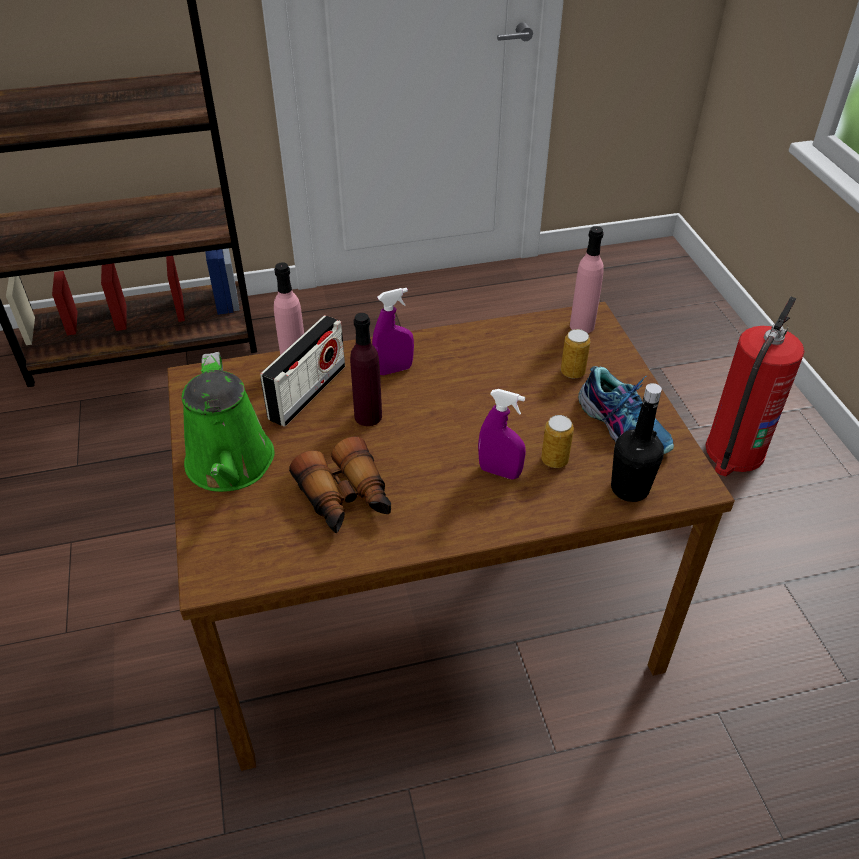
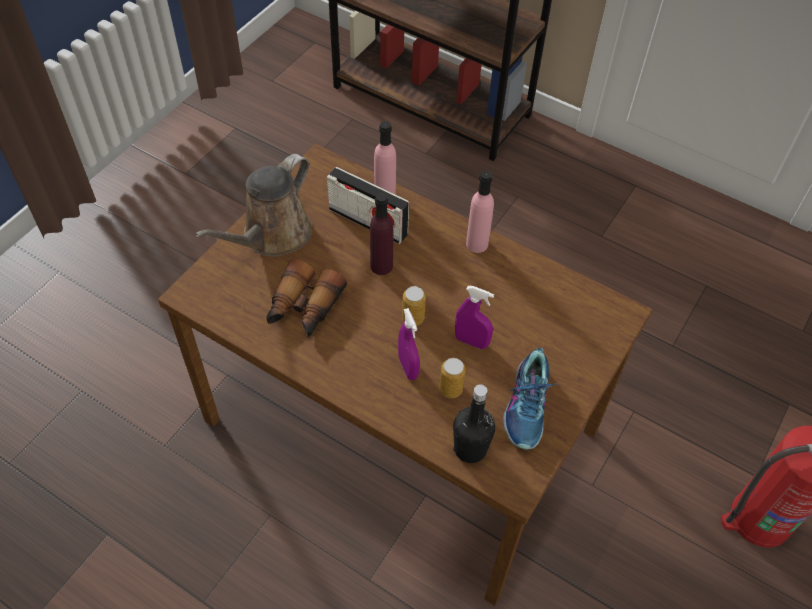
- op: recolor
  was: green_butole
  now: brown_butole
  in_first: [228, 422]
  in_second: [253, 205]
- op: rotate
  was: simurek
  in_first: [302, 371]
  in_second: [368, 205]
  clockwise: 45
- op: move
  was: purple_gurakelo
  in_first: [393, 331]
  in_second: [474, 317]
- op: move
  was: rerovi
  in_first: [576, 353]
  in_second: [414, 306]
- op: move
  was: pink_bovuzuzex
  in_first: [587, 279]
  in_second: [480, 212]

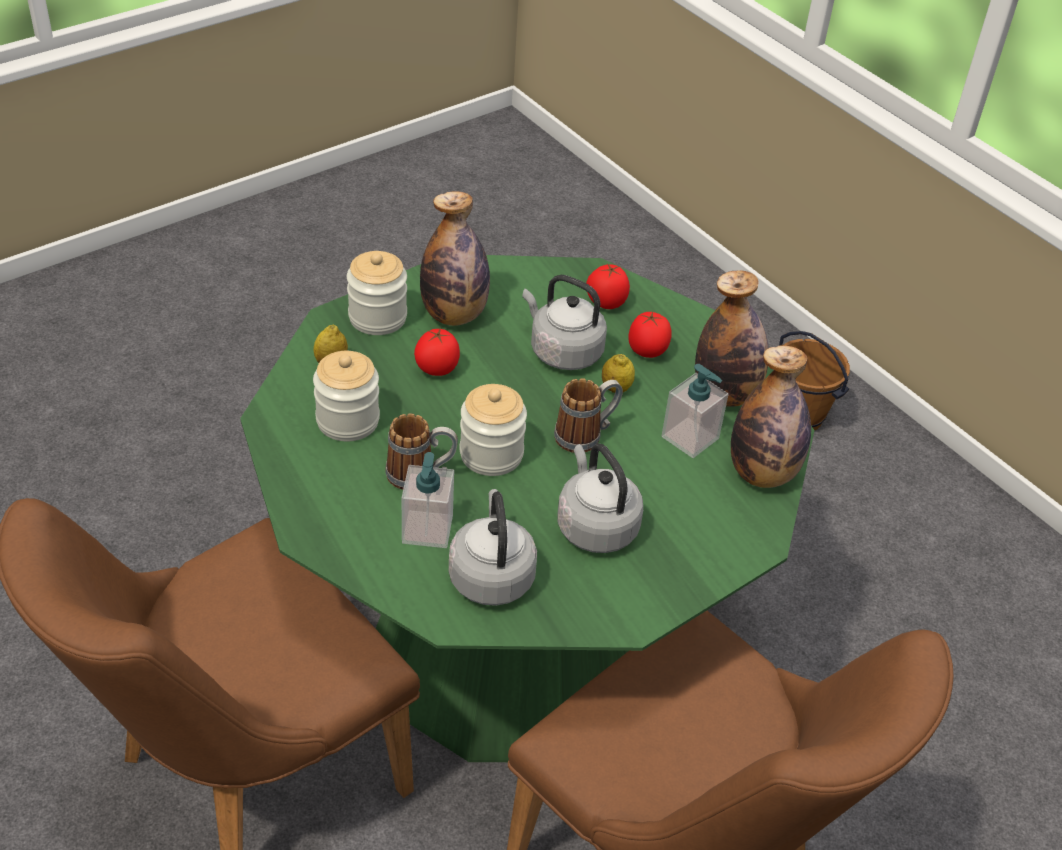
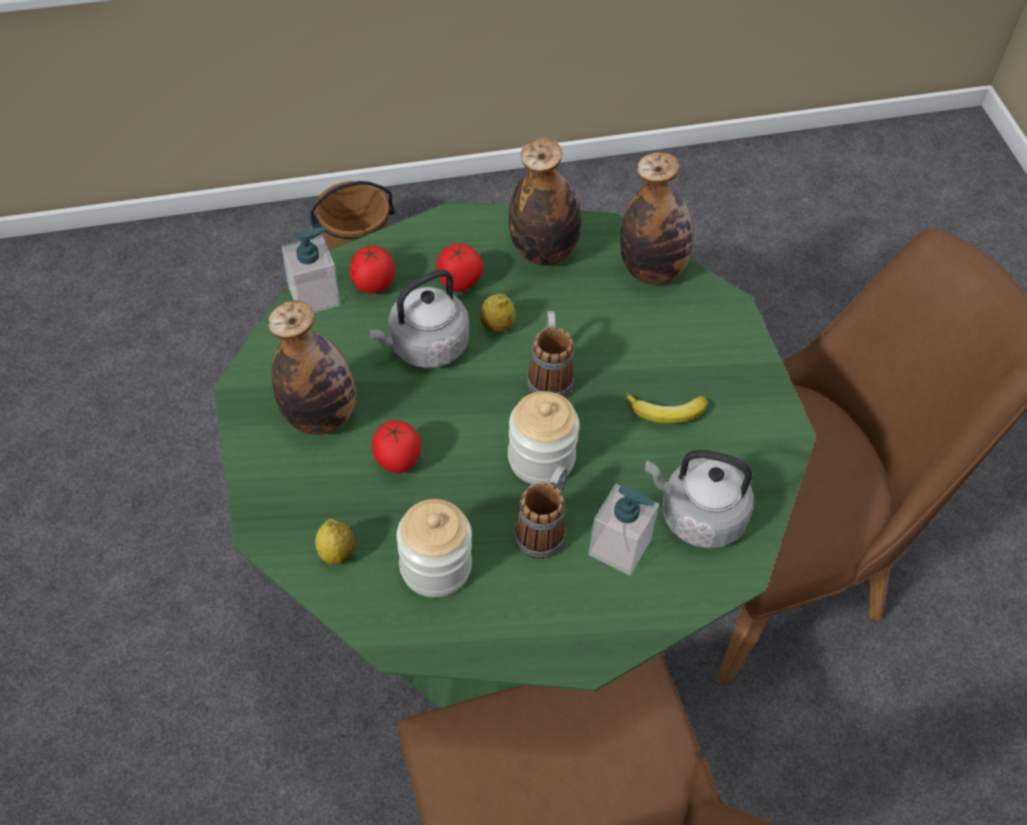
- op: delete
  was: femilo
  in_first: [377, 293]
- op: replace
  was: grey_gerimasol
  now: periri
  in_first: [600, 498]
  in_second: [666, 408]
- op: move
  was: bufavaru
  in_first: [695, 411]
  in_second: [311, 270]

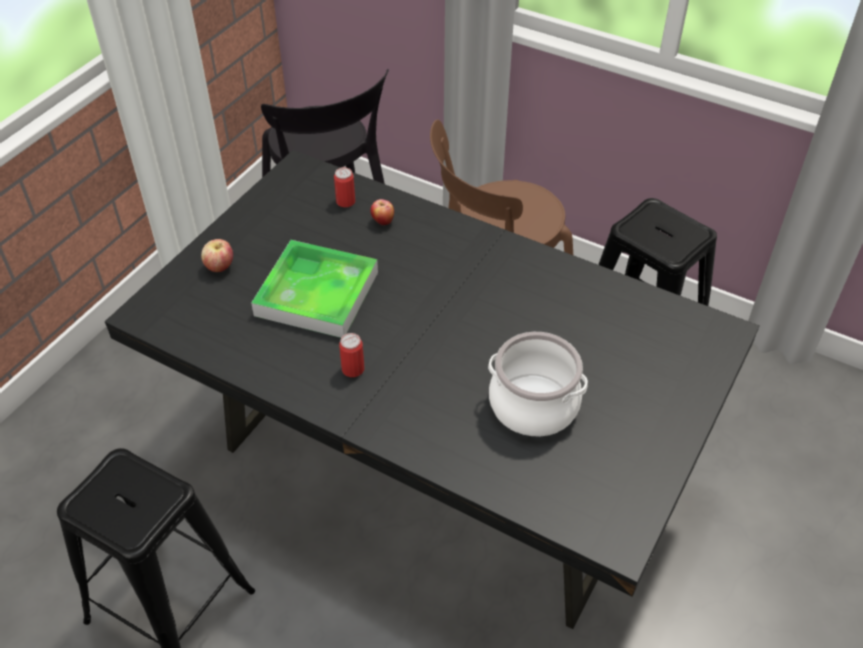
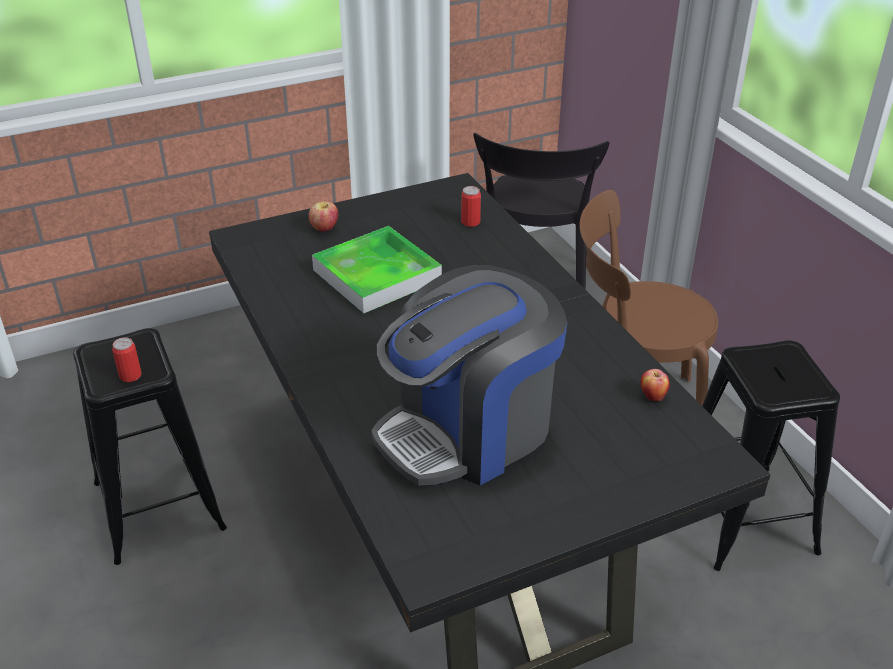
- op: move
  was: rerovi
  in_first: [351, 355]
  in_second: [127, 359]
- op: move
  was: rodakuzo
  in_first: [382, 212]
  in_second: [655, 385]
- op: replace
  was: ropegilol
  now: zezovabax
  in_first: [538, 384]
  in_second: [469, 375]

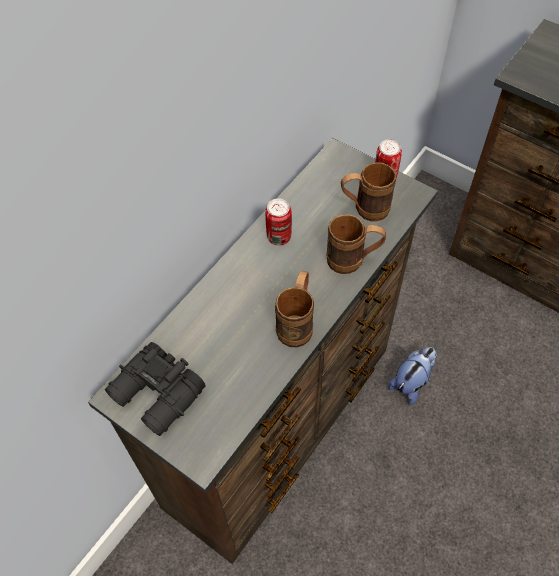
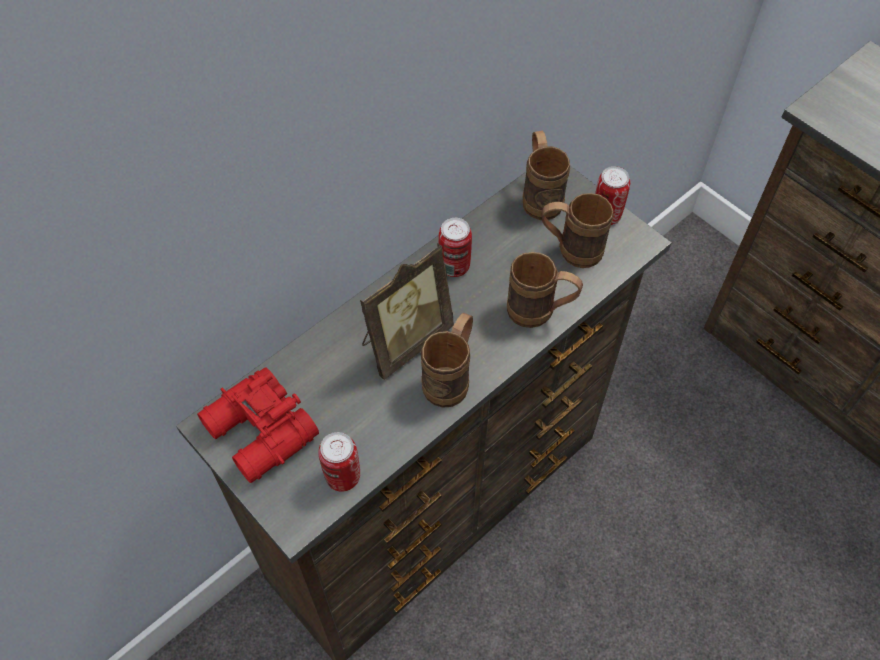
- op: recolor
  was: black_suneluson
  now: red_suneluson
  in_first: [155, 389]
  in_second: [258, 425]
- op: delete
  was: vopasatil
  in_first: [412, 376]
- op: insert
  now: rerovi
  in_second: [339, 462]
- op: insert
  now: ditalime
  in_second: [407, 311]
- op: insert
  now: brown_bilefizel
  in_second: [546, 175]

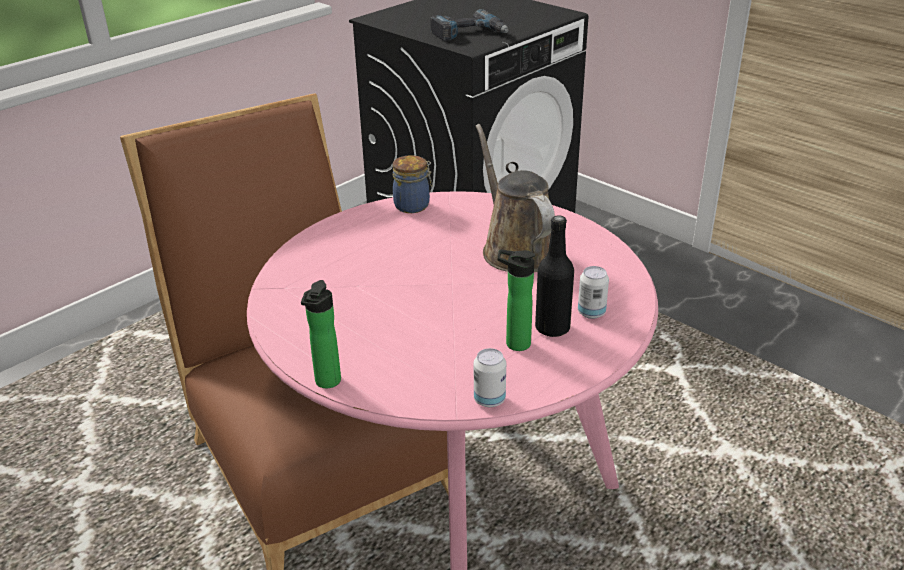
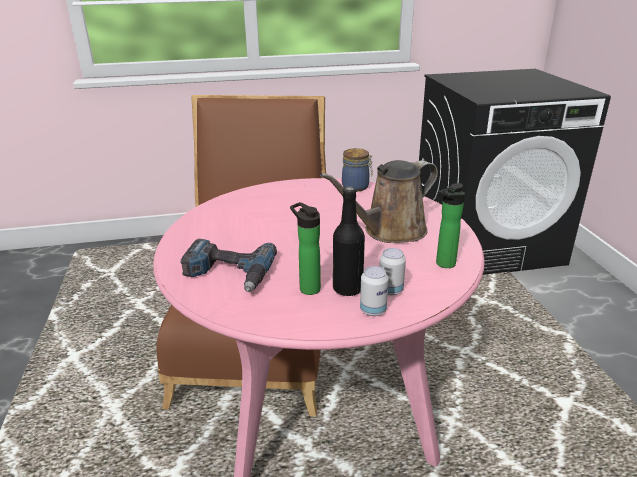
- op: move
  was: bovuzuzex
  in_first: [321, 334]
  in_second: [450, 225]
- op: move
  was: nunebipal
  in_first: [469, 25]
  in_second: [228, 265]
- op: move
  was: rerovi
  in_first: [490, 377]
  in_second: [374, 291]
- op: rotate
  was: brown_butole
  in_first: [515, 198]
  in_second: [379, 201]
  clockwise: -135

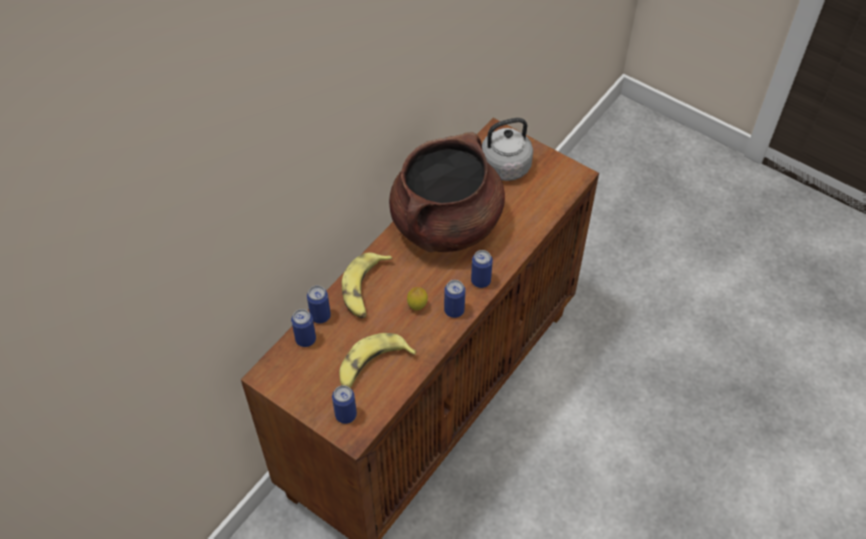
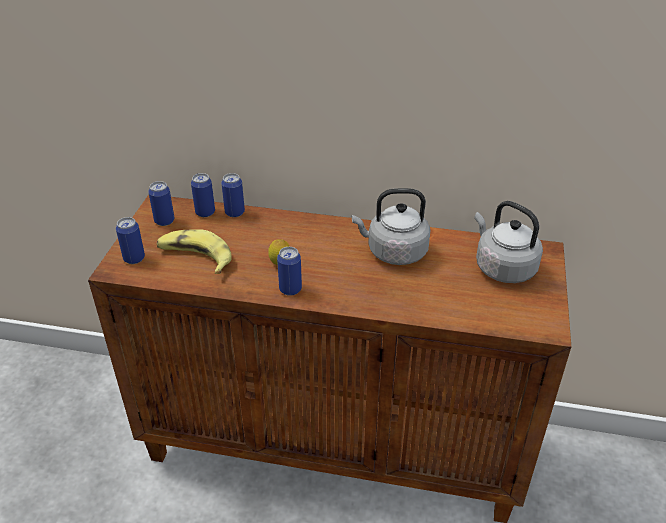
- op: delete
  was: periri
  in_first: [367, 285]
- op: replace
  was: brown_ropegilol
  now: grey_gerimasol
  in_first: [447, 192]
  in_second: [391, 226]
- op: move
  was: rerovi
  in_first: [482, 269]
  in_second: [161, 203]

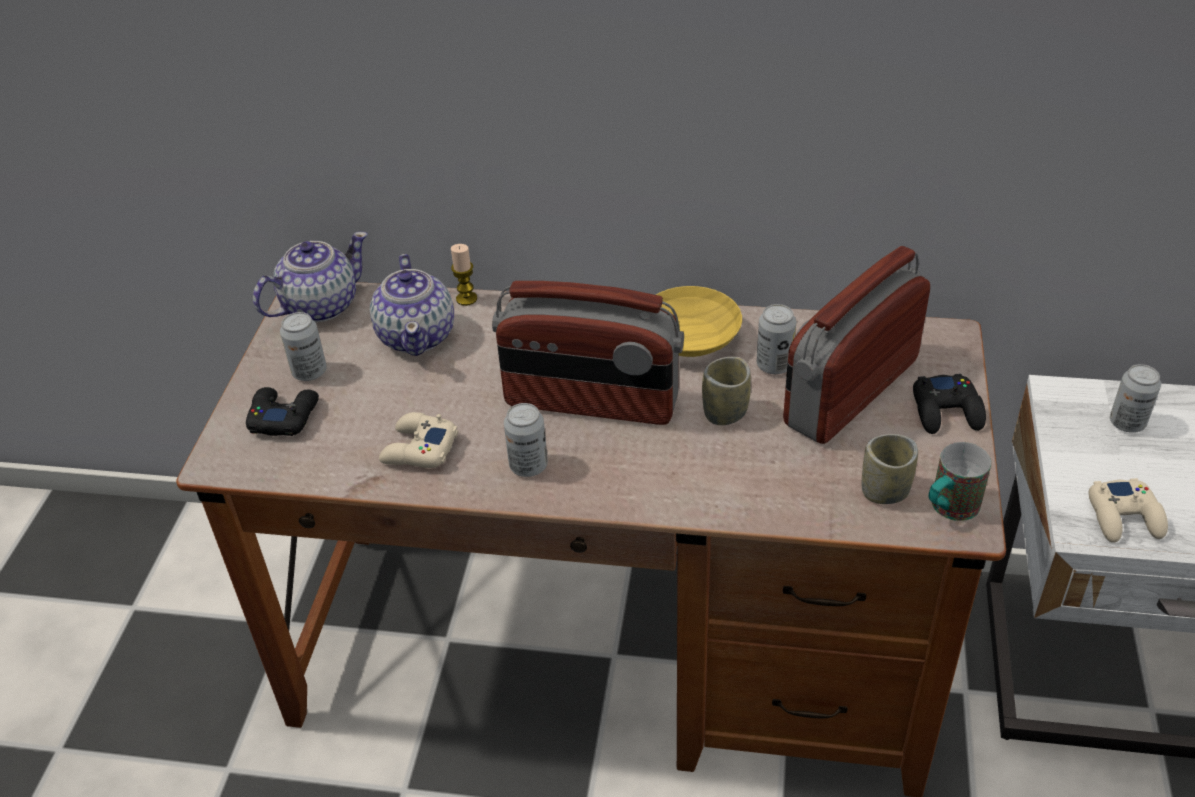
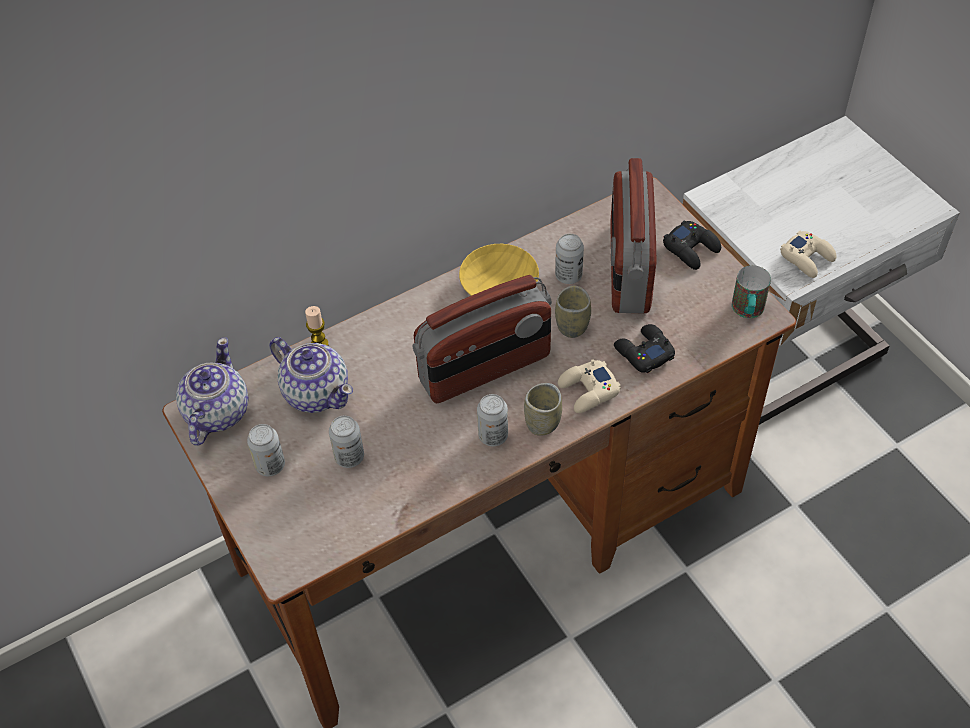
- op: move
  was: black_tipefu
  in_first: [282, 411]
  in_second: [644, 348]
- op: move
  was: beige_tipefu
  in_first: [418, 440]
  in_second: [589, 386]
- op: move
  was: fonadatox
  in_first: [890, 469]
  in_second: [543, 409]
- op: move
  was: rerovi
  in_first: [1135, 398]
  in_second: [346, 442]

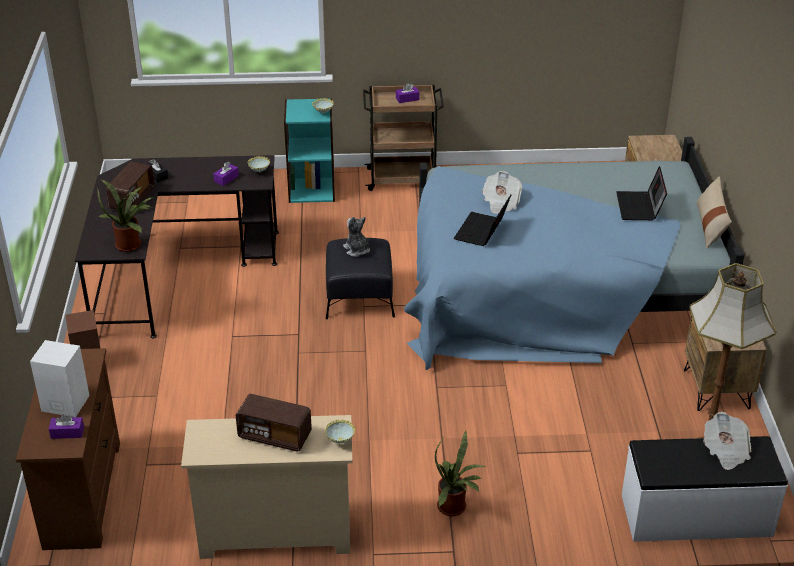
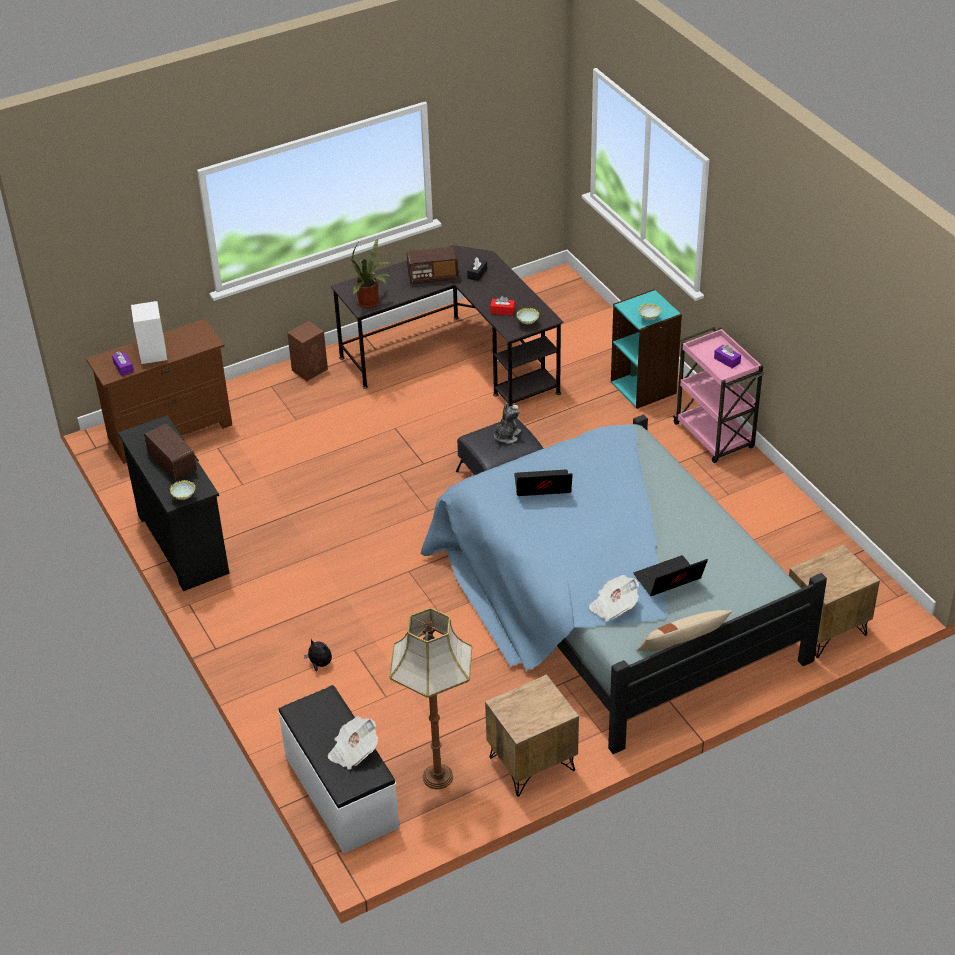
- op: recolor
  was: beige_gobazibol
  now: black_gobazibol
  in_first: [266, 487]
  in_second: [174, 503]
- op: recolor
  was: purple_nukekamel
  now: red_nukekamel
  in_first: [226, 174]
  in_second: [502, 305]
- op: rotate
  was: simurek
  in_first: [274, 422]
  in_second: [170, 452]
  clockwise: 150
- op: recolor
  was: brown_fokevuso
  now: pink_fokevuso
  in_first: [403, 138]
  in_second: [719, 395]
- op: delete
  was: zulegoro
  in_first: [461, 473]
- op: move
  was: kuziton
  in_first: [502, 192]
  in_second: [614, 598]
- op: insert
  now: vopasatil
  in_second: [318, 655]

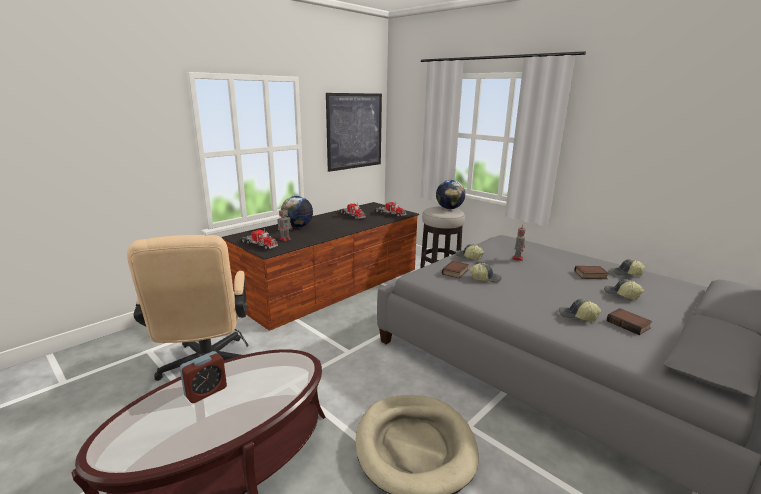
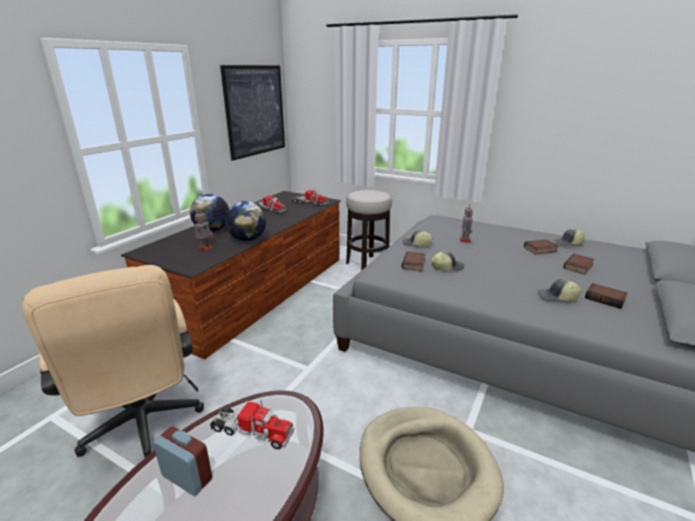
- op: rotate
  was: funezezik
  in_first: [203, 377]
  in_second: [182, 461]
  clockwise: -90
- op: move
  was: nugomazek
  in_first: [259, 239]
  in_second: [252, 424]
- op: move
  was: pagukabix
  in_first: [450, 194]
  in_second: [245, 221]
- op: replace
  was: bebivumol
  now: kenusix
  in_first: [624, 289]
  in_second: [579, 264]

